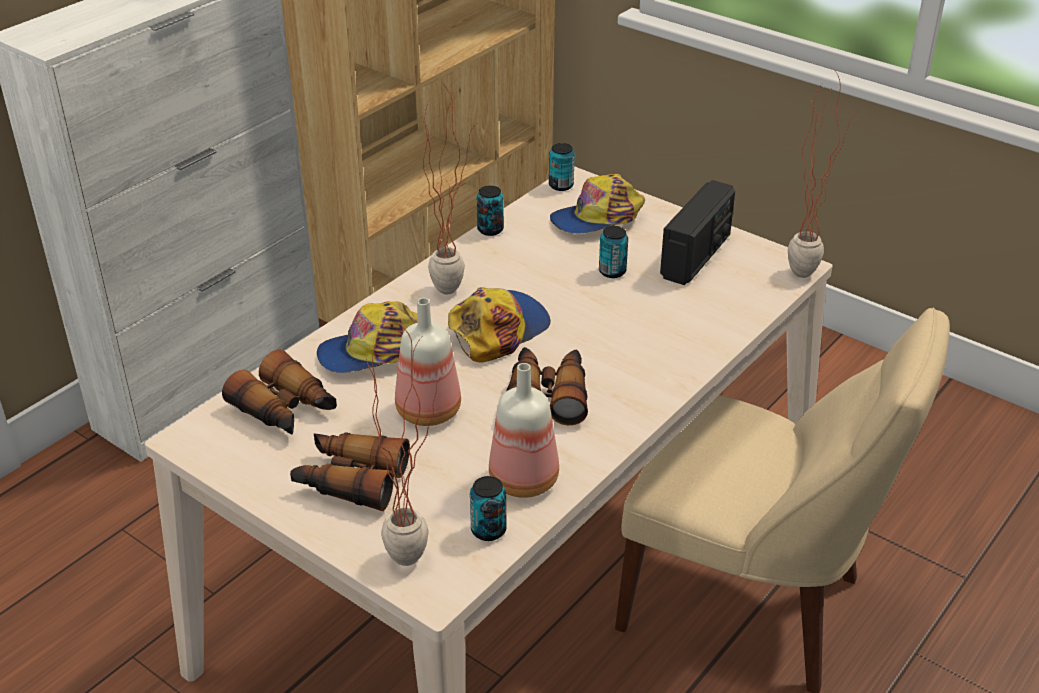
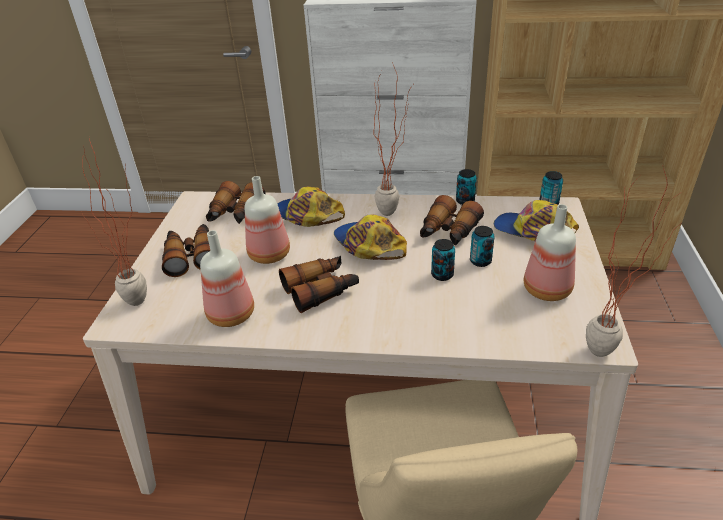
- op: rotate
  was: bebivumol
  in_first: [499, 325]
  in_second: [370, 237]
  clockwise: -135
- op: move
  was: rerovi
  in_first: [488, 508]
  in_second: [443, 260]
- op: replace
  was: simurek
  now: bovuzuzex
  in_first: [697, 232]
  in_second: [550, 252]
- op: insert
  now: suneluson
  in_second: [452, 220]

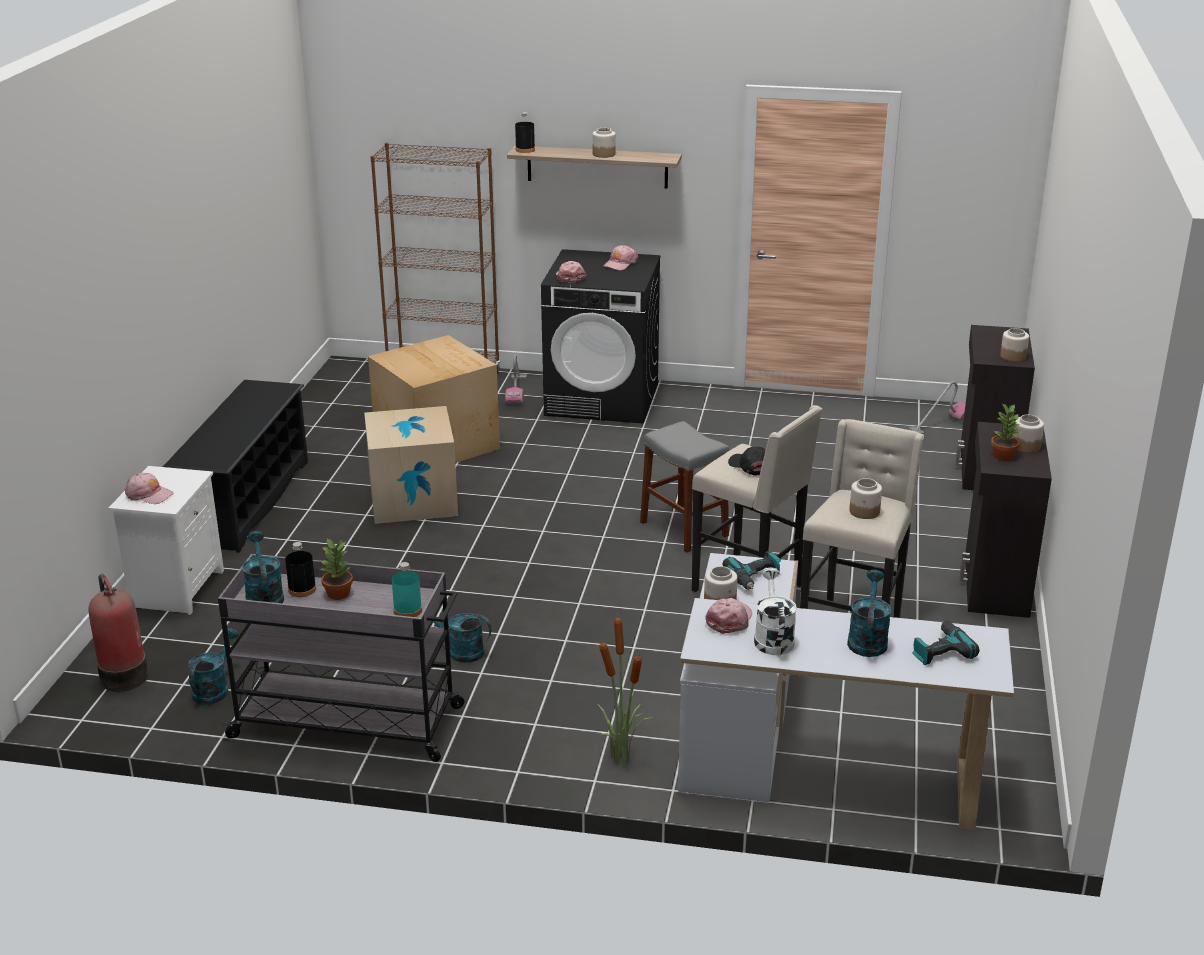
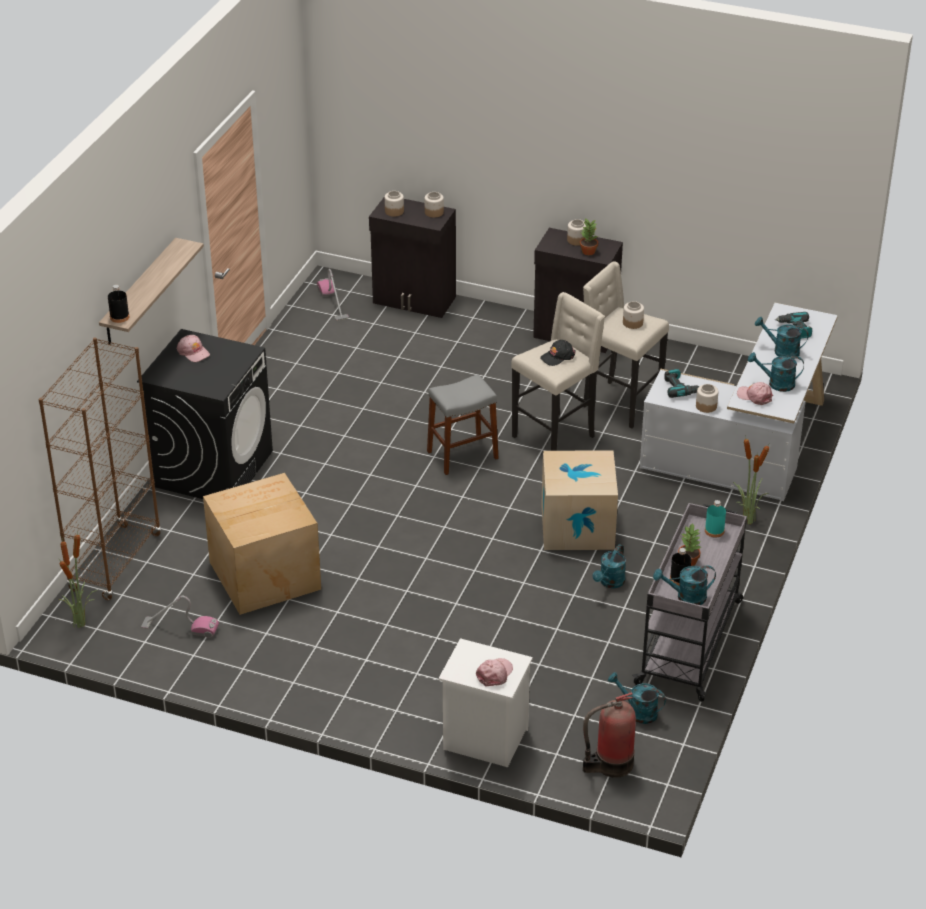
- op: delete
  was: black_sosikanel
  in_first: [235, 466]
- op: move
  was: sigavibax
  in_first: [411, 465]
  in_second: [579, 500]
- op: move
  was: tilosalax
  in_first: [516, 379]
  in_second: [180, 617]
- op: delete
  was: pink_bebivumol
  in_first: [571, 272]
- op: move
  was: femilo
  in_first: [604, 143]
  in_second: [394, 204]
- op: recolor
  was: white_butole
  now: turquoise_butole
  in_first: [775, 611]
  in_second: [776, 372]
- op: insert
  now: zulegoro
  in_second: [77, 580]

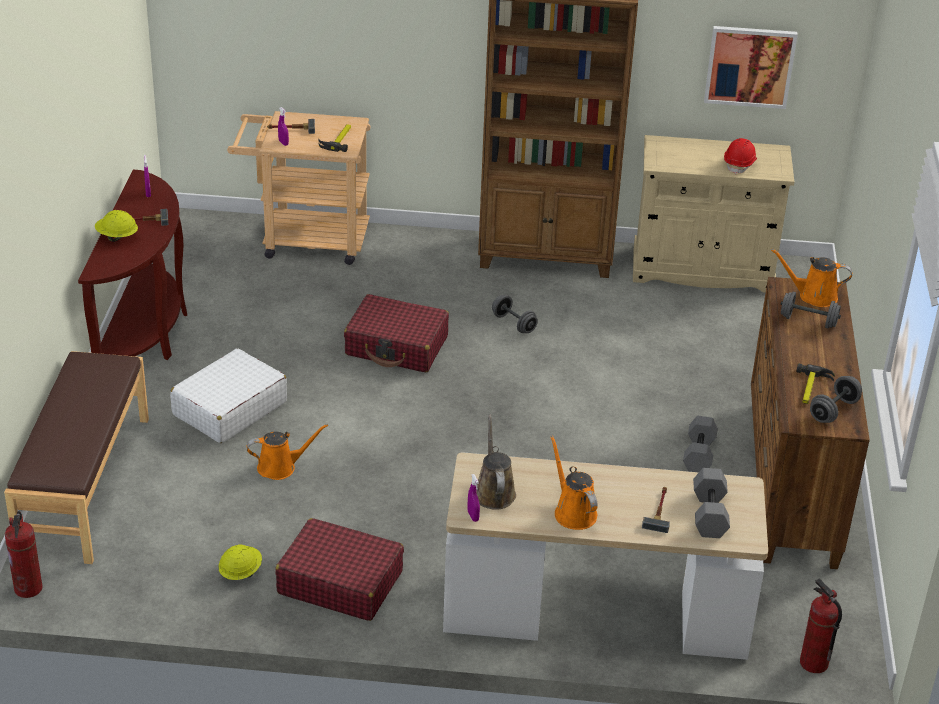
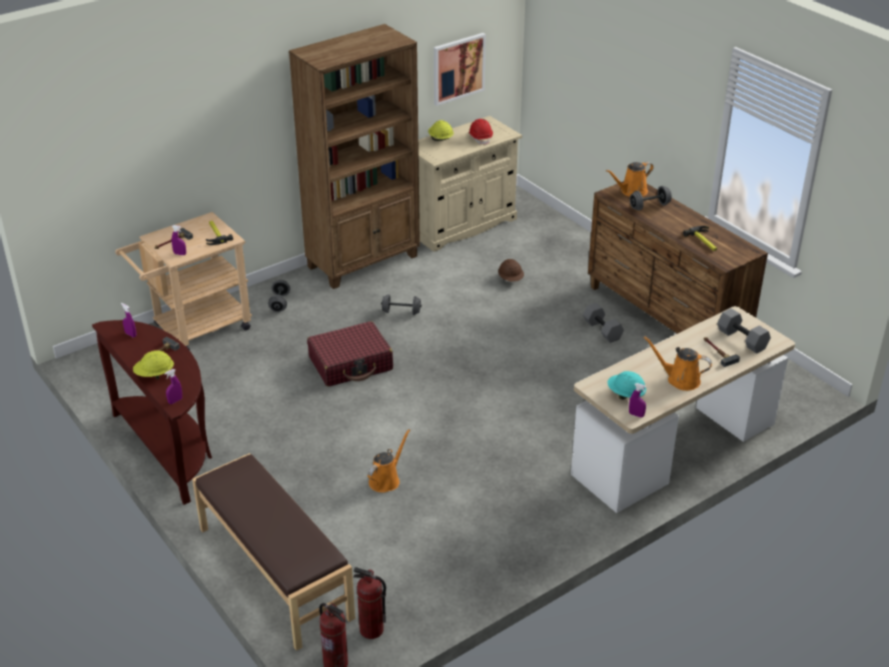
- op: delete
  was: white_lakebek
  in_first: [228, 395]
- op: move
  was: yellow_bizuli
  in_first: [240, 562]
  in_second: [441, 130]
- op: delete
  was: red_lakebek
  in_first: [339, 569]
- op: replace
  was: brown_butole
  now: turquoise_bizuli
  in_first: [496, 462]
  in_second: [626, 385]
- op: move
  was: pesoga
  in_first: [821, 626]
  in_second: [369, 603]
- op: move
  was: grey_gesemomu
  in_first: [836, 399]
  in_second: [279, 296]
- op: insert
  now: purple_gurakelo
  in_second: [173, 386]
- op: insert
  now: brown_bizuli
  in_second: [511, 270]

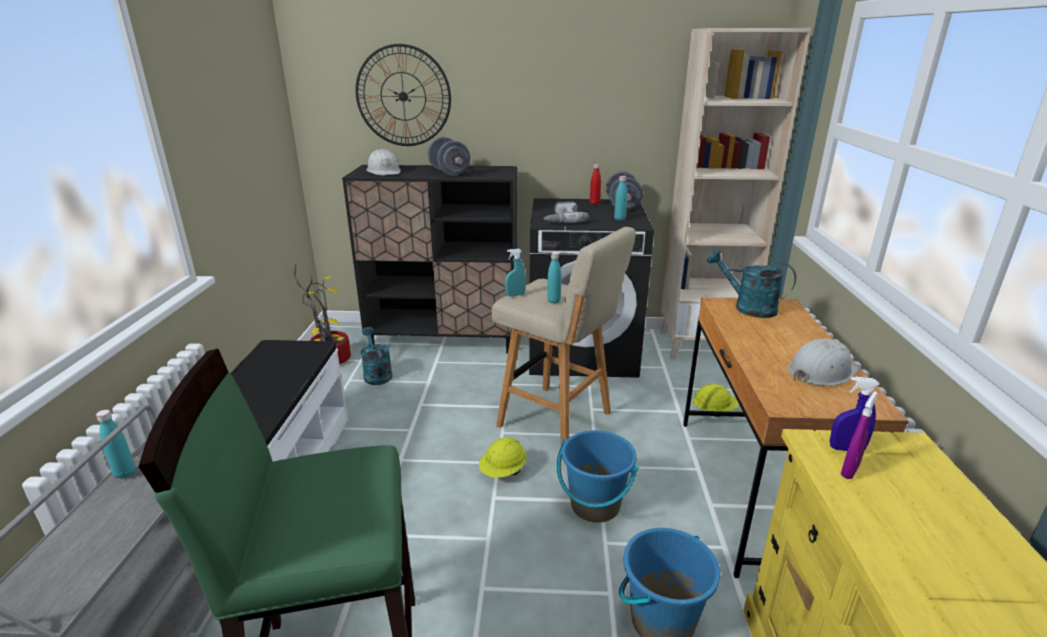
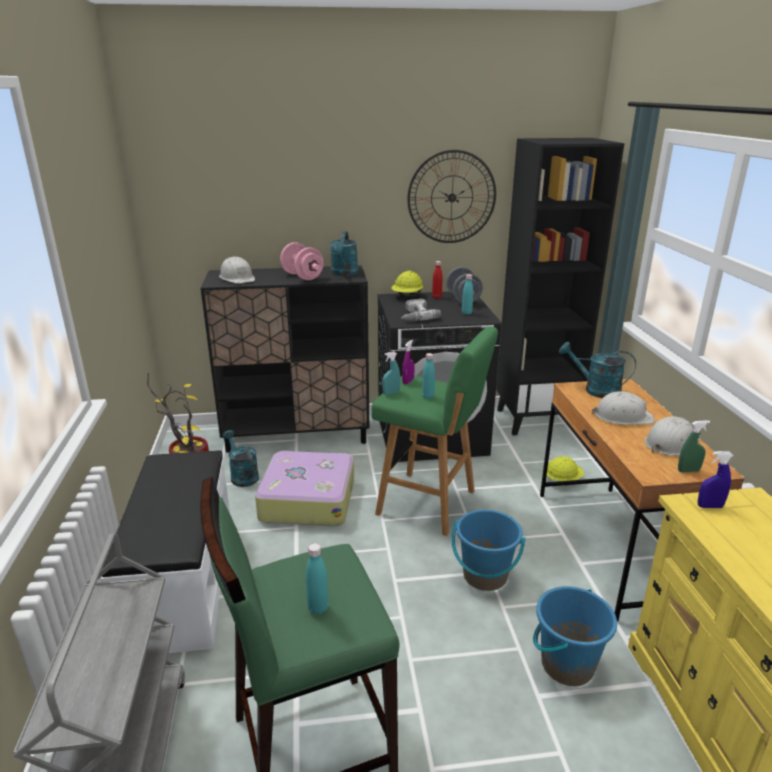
- op: move
  was: turquoise_bovuzuzex
  in_first: [115, 444]
  in_second: [317, 578]
- op: move
  was: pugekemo
  in_first: [403, 95]
  in_second: [451, 196]
- op: recolor
  was: grey_gesemomu
  now: pink_gesemomu
  in_first: [448, 156]
  in_second: [302, 261]
- op: move
  was: yellow_bizuli
  in_first: [503, 457]
  in_second: [407, 284]
- op: recolor
  was: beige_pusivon
  now: green_pusivon
  in_first: [564, 336]
  in_second: [434, 431]
- op: recolor
  was: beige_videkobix
  now: black_videkobix
  in_first: [736, 193]
  in_second: [560, 286]
- op: move
  was: purple_gurakelo
  in_first: [859, 435]
  in_second: [408, 362]
- op: insert
  now: lakebek
  in_second: [304, 488]
- op: insert
  now: turquoise_butole
  in_second: [344, 253]
- op: insert
  now: white_bizuli
  in_second: [623, 408]
- op: insert
  now: green_gurakelo
  in_second: [694, 446]

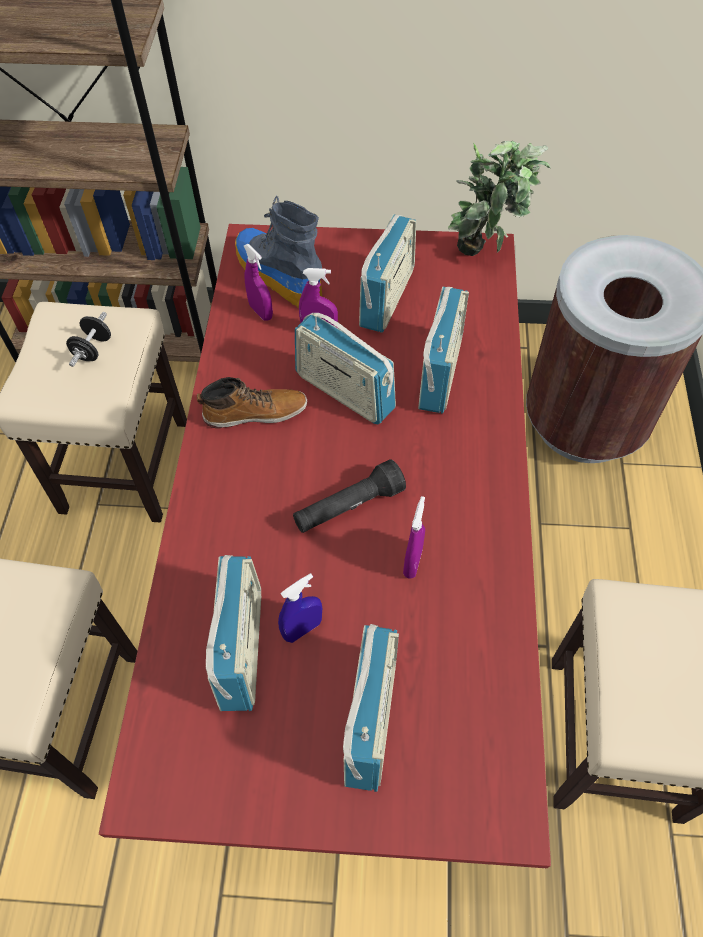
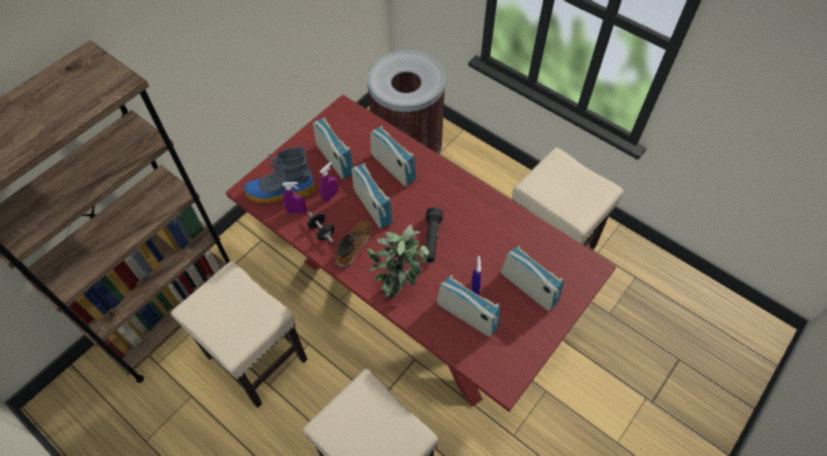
- op: move
  was: black_gesemomu
  in_first: [88, 339]
  in_second: [320, 227]
- op: rotate
  was: simurek
  in_first: [345, 368]
  in_second: [372, 196]
  clockwise: -105
- op: delete
  was: purple_gurakelo
  in_first: [414, 537]
- op: move
  was: zulegoro
  in_first: [499, 198]
  in_second: [398, 260]

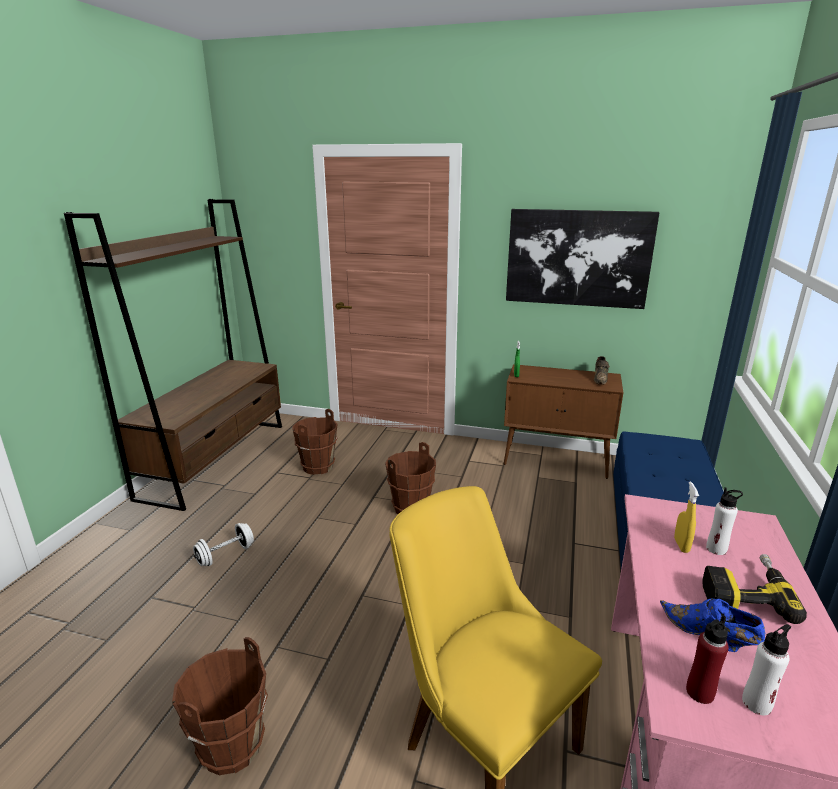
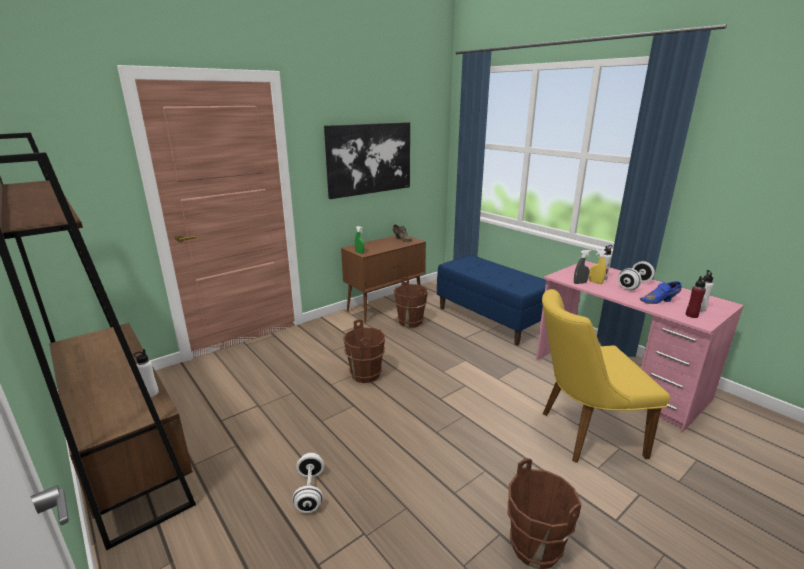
- op: move
  was: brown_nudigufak
  in_first: [315, 442]
  in_second: [411, 302]
- op: replace
  was: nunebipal
  now: white_gesemomu
  in_first: [755, 589]
  in_second: [636, 275]
- op: insert
  now: white_bovuzuzex
  in_second: [146, 373]
- op: insert
  now: grey_gurakelo
  in_second: [582, 267]

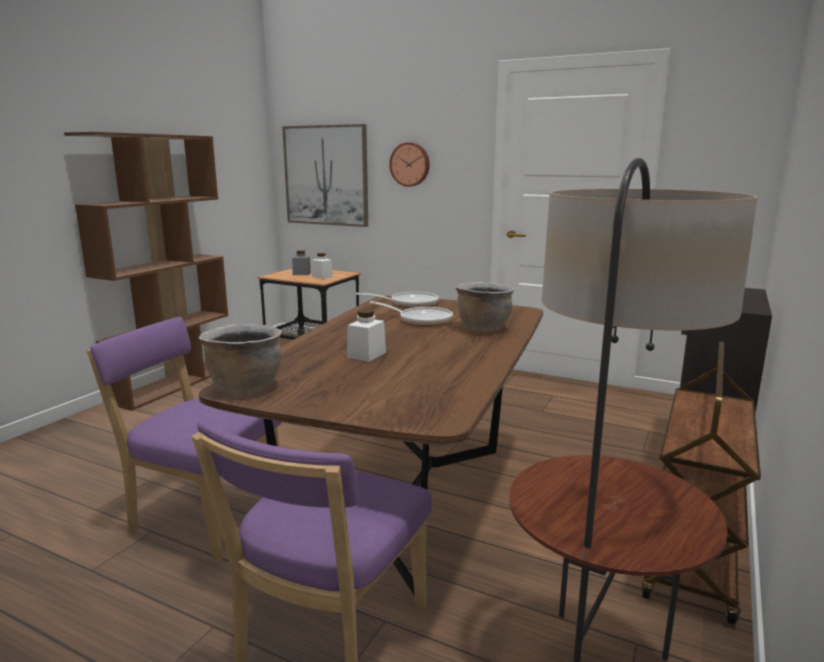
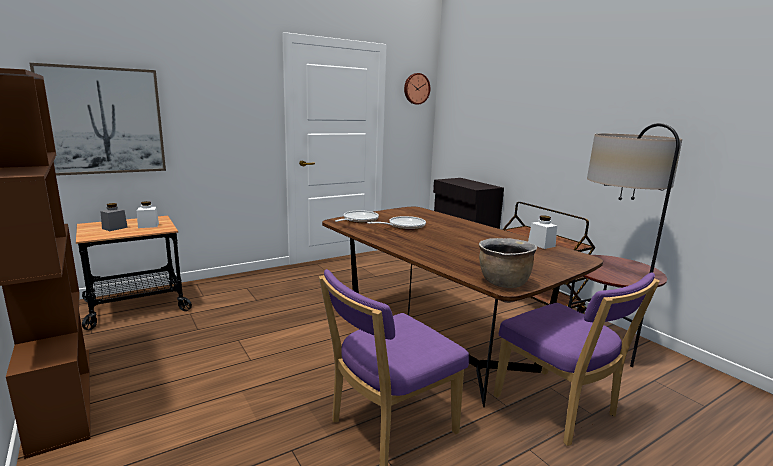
- op: move
  was: white_femilo
  in_first: [366, 335]
  in_second: [542, 232]
- op: move
  was: pugekemo
  in_first: [409, 164]
  in_second: [417, 89]
- op: delete
  was: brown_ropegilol
  in_first: [485, 307]

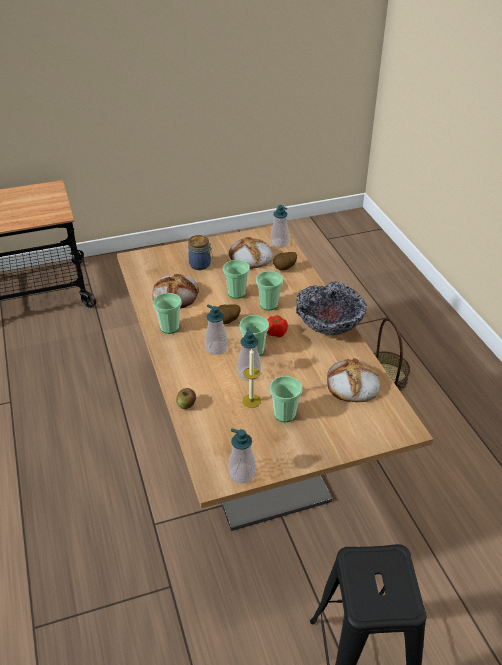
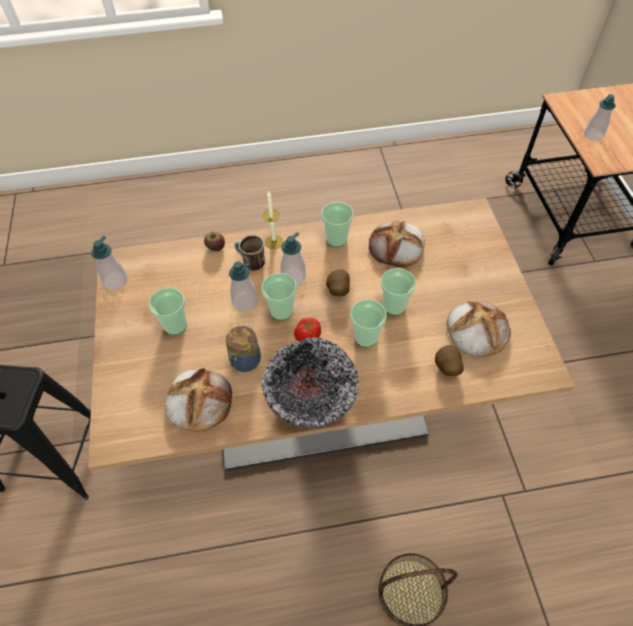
- op: move
  was: femilo
  in_first: [200, 252]
  in_second: [243, 349]
- op: move
  was: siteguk
  in_first: [251, 378]
  in_second: [273, 219]
- op: move
  was: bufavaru
  in_first: [280, 226]
  in_second: [600, 117]
- op: insert
  now: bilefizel
  in_second: [249, 253]

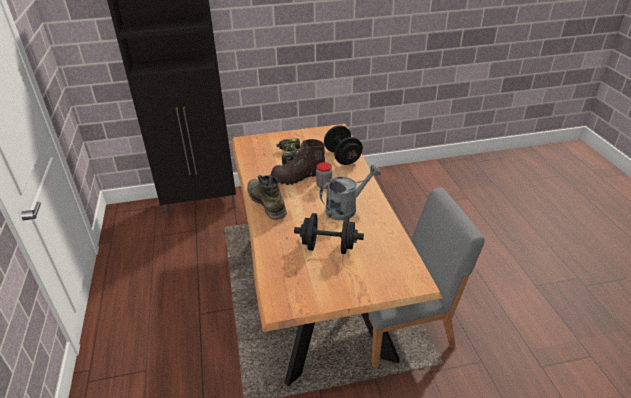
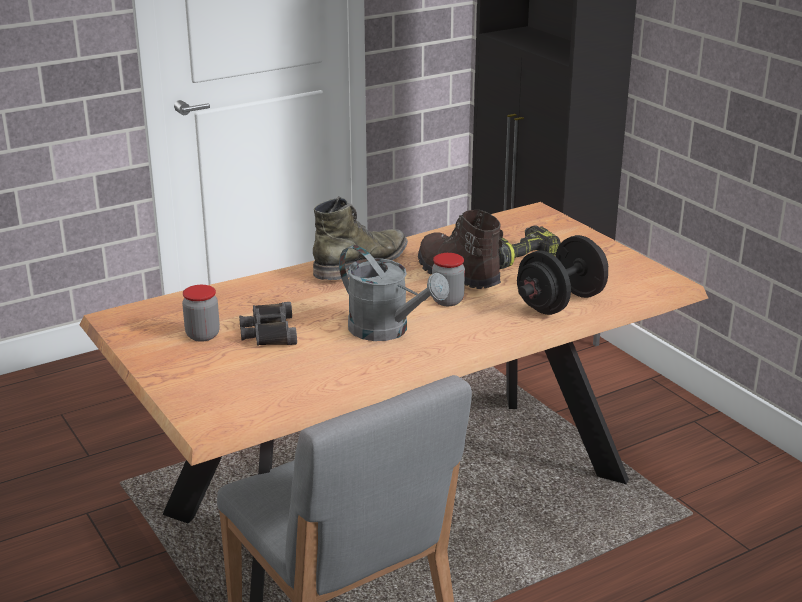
- op: replace
  was: black_gesemomu
  now: black_suneluson
  in_first: [329, 233]
  in_second: [268, 324]
- op: insert
  now: femilo
  in_second: [201, 313]

